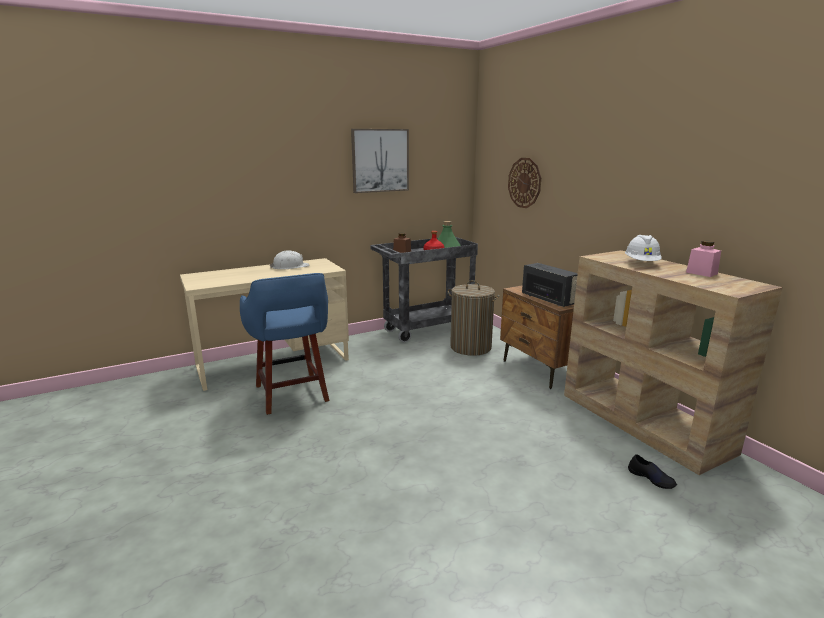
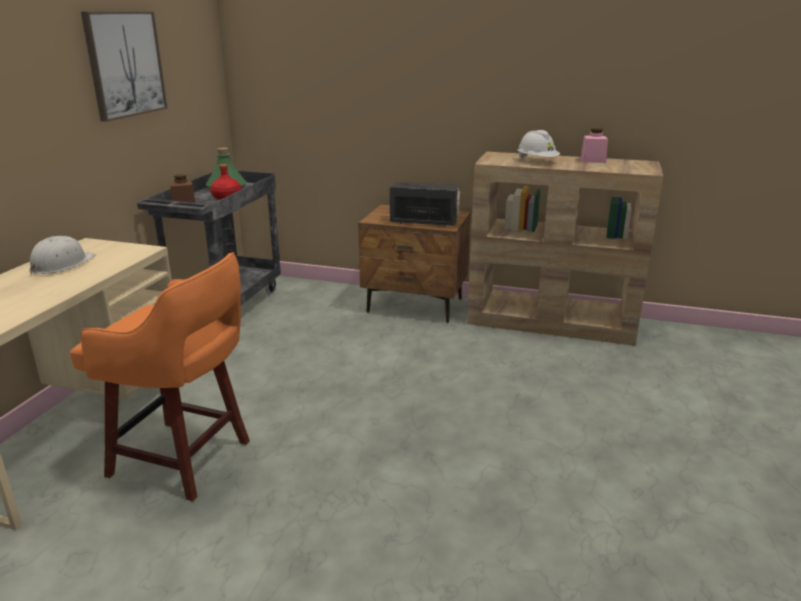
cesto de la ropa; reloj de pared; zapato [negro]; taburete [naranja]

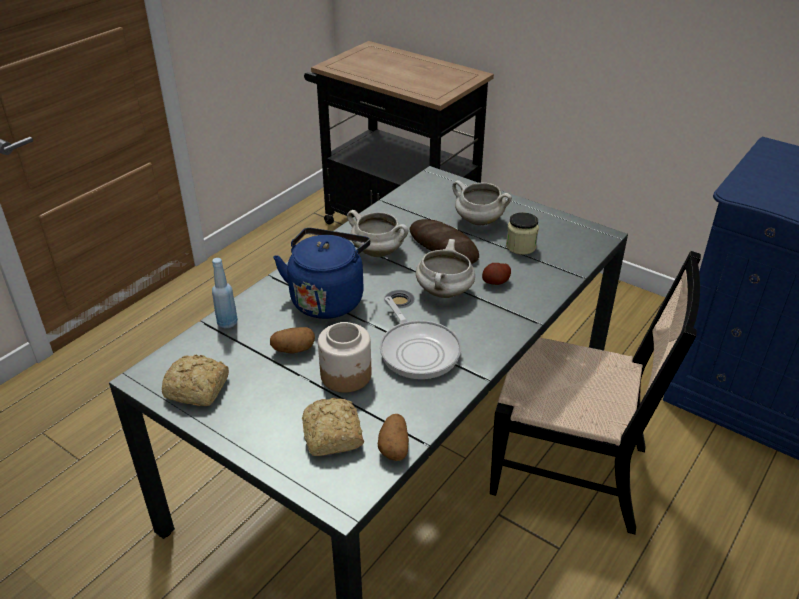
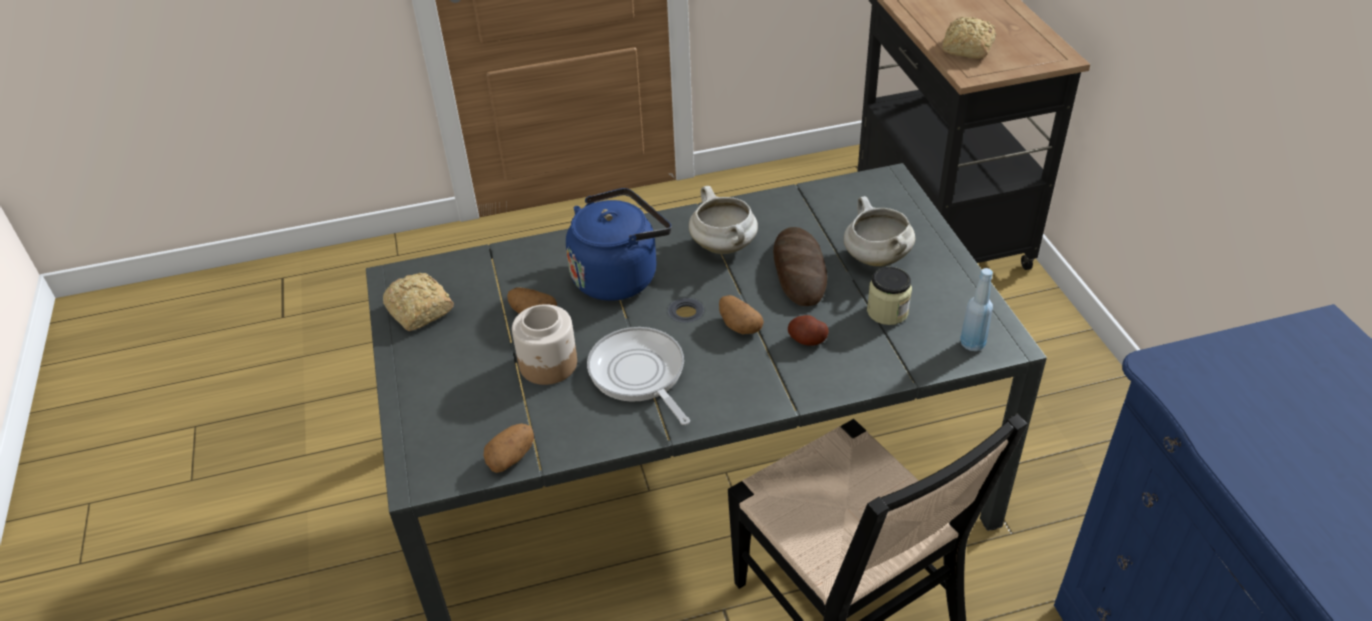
botella [azul]; pan (no. 3 from left); patata (no. 3 from left); sartén

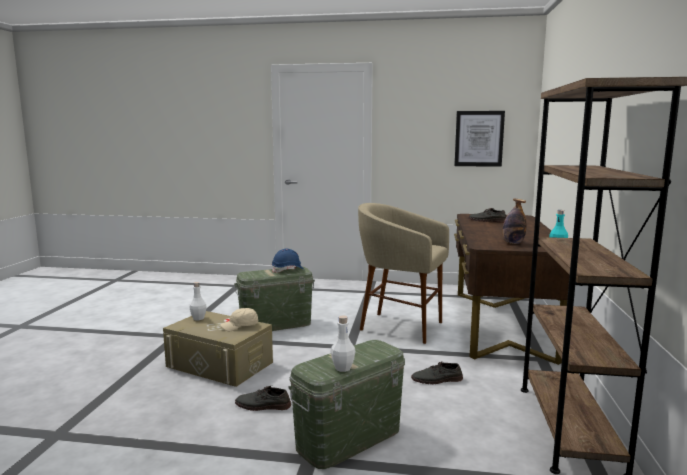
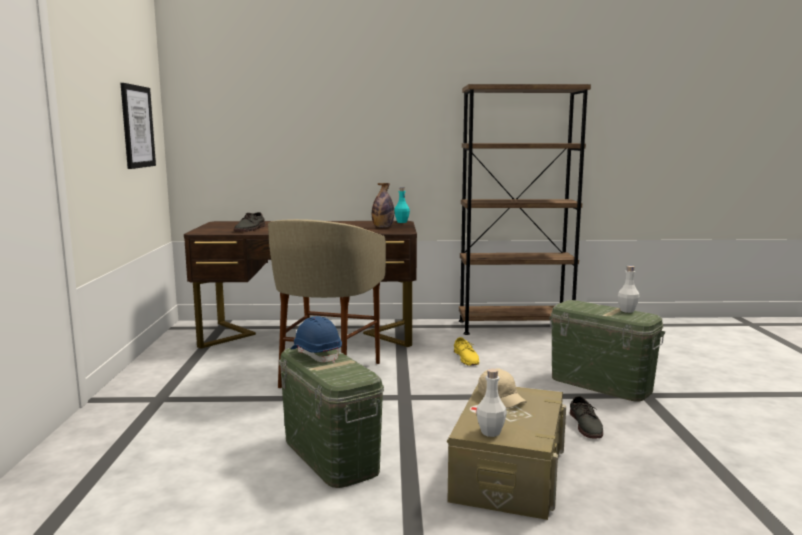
zapato [amarillo]

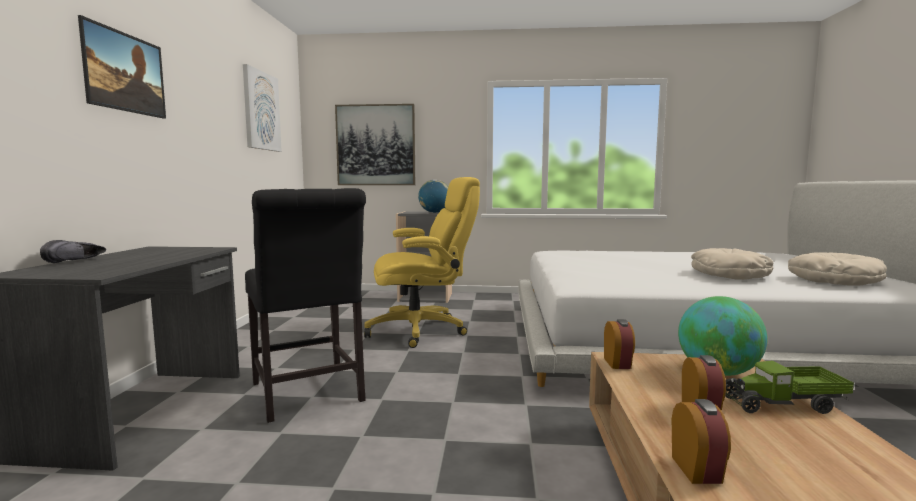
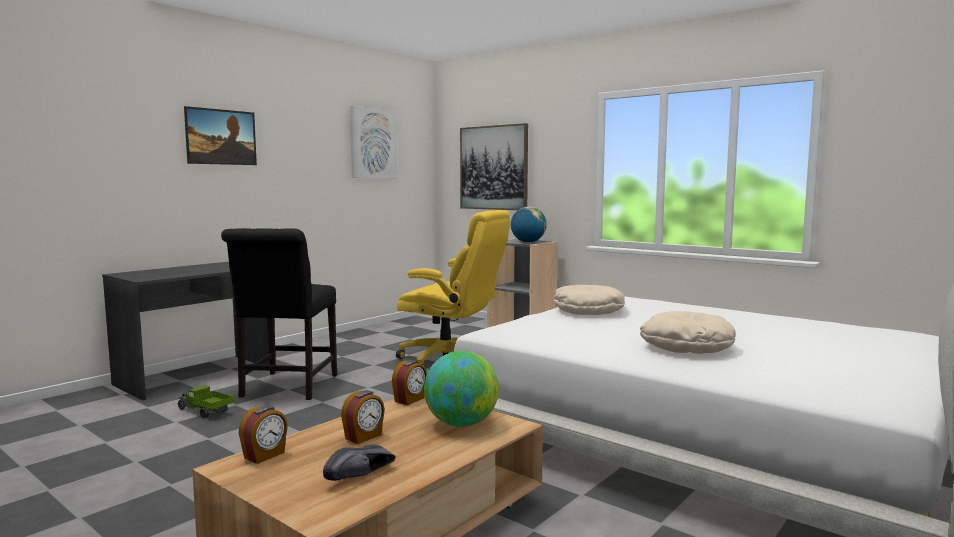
zapato [negro]; camión de juguete; cojín [beis] (no. 1 from left)

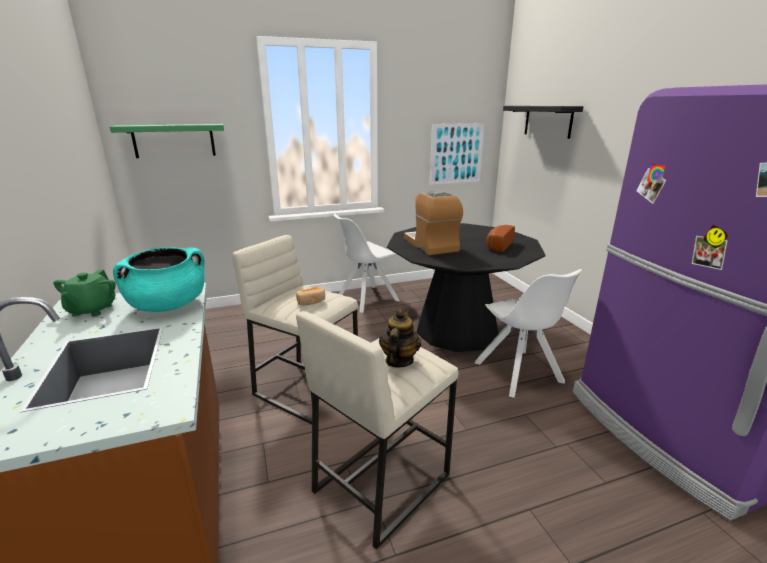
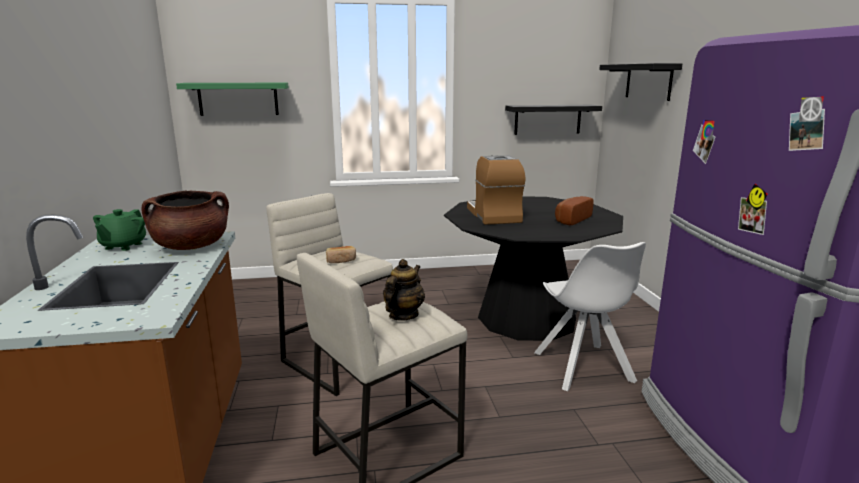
silla [blanco] (no. 1 from left in the first image); estante [negro] (no. 1 from left); olla [marrón]

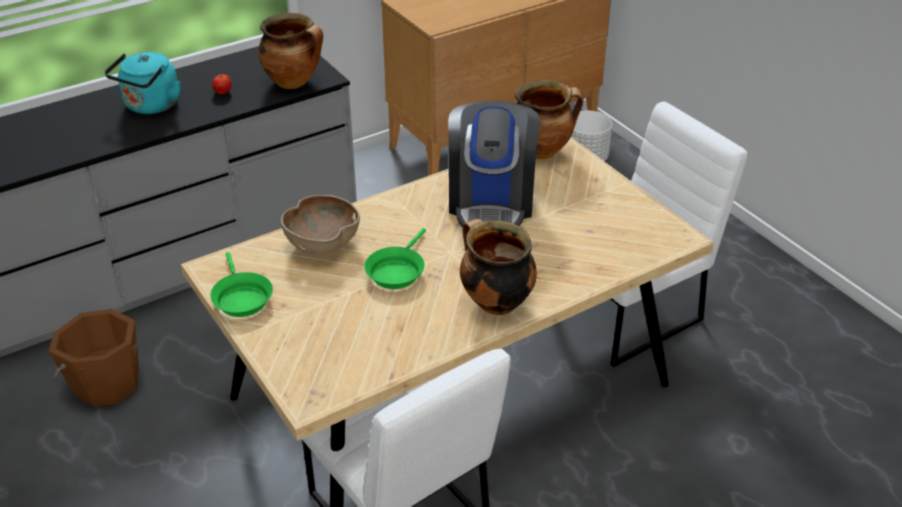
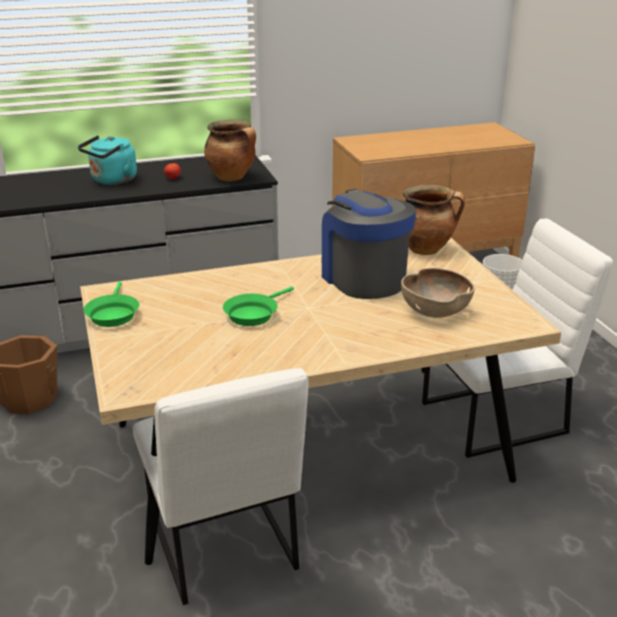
olla (no. 2 from left in the first image); cuenco [marrón]; cafetera

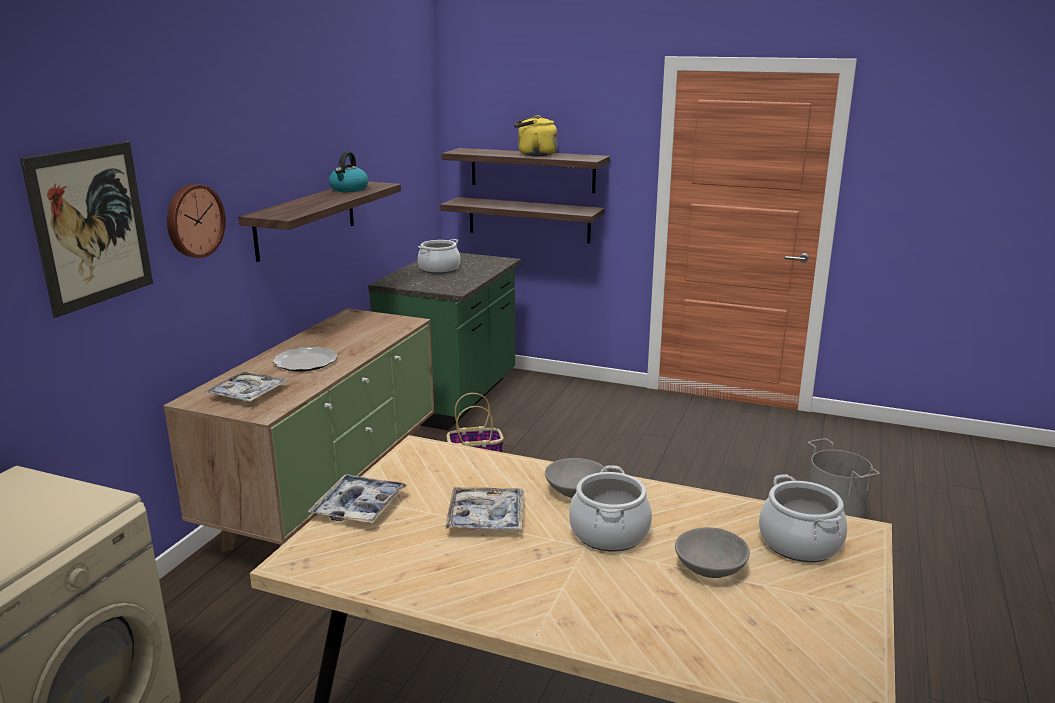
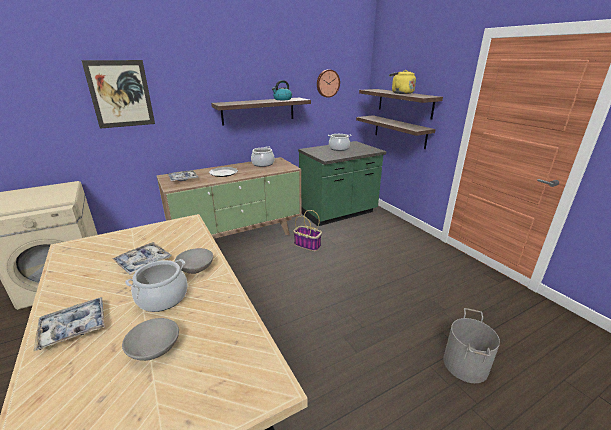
reloj de pared; bandeja (no. 1 from left); olla (no. 2 from left)

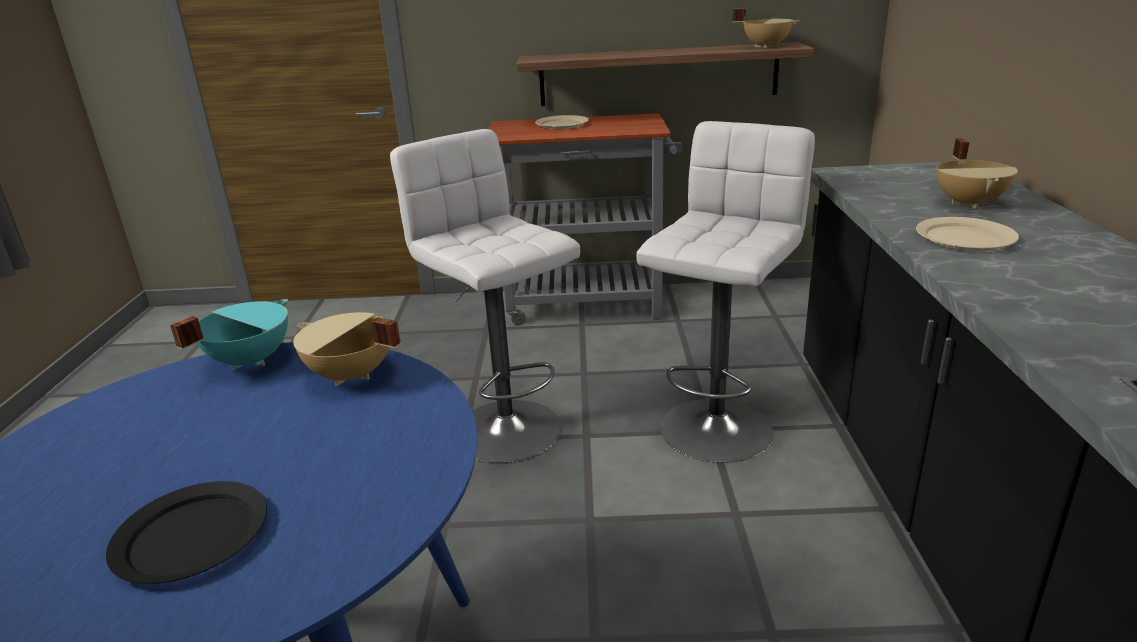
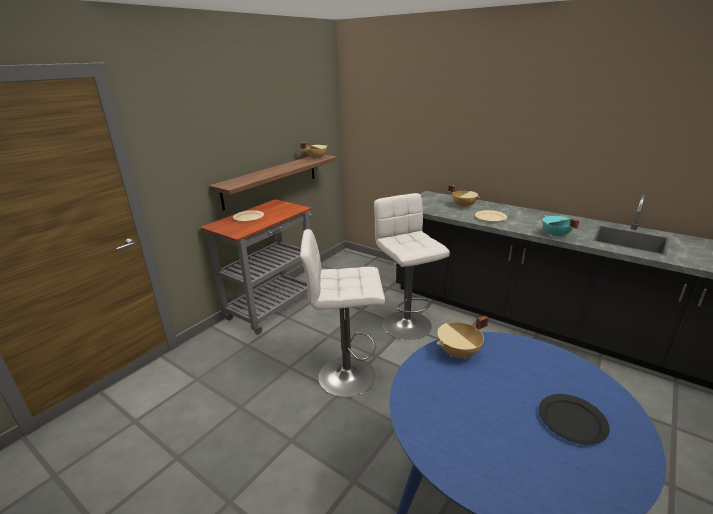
olla [turquesa]

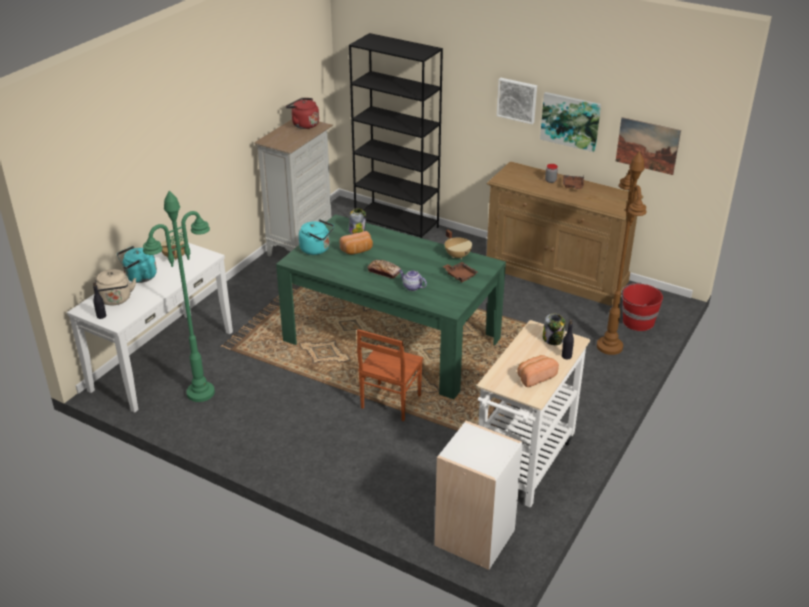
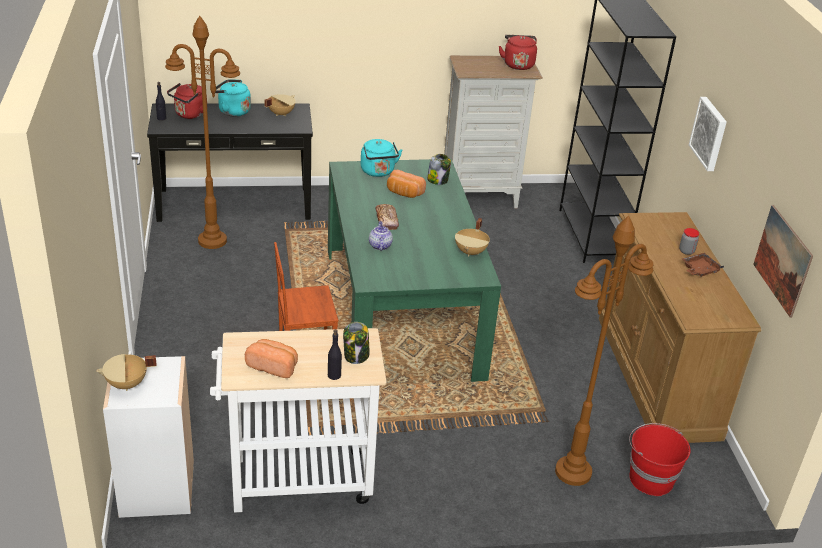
bandeja [marrón] (no. 1 from left in the first image); cuadro (no. 2 from left in the first image); olla [beis] (no. 1 from left); mesa consola [negro]; hervidor [rojo] (no. 1 from left); lámpara de pie [marrón] (no. 1 from left)

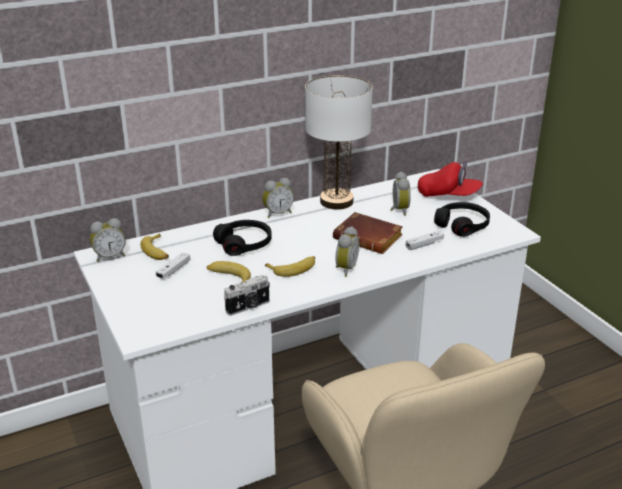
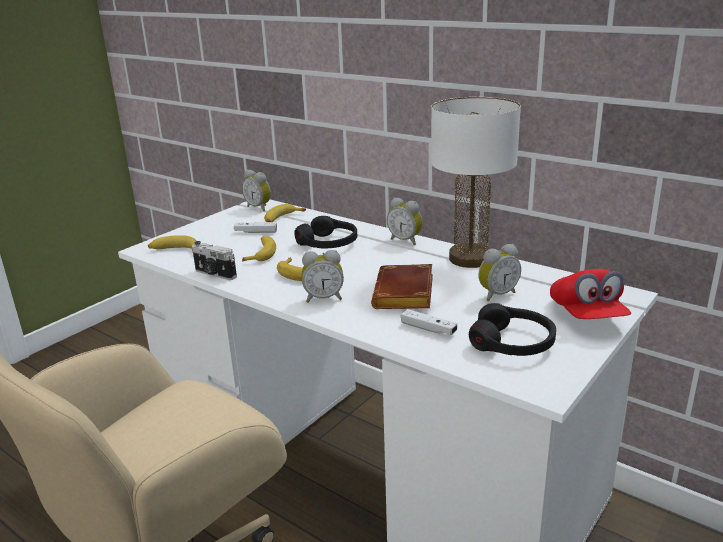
plátano (no. 1 from left)

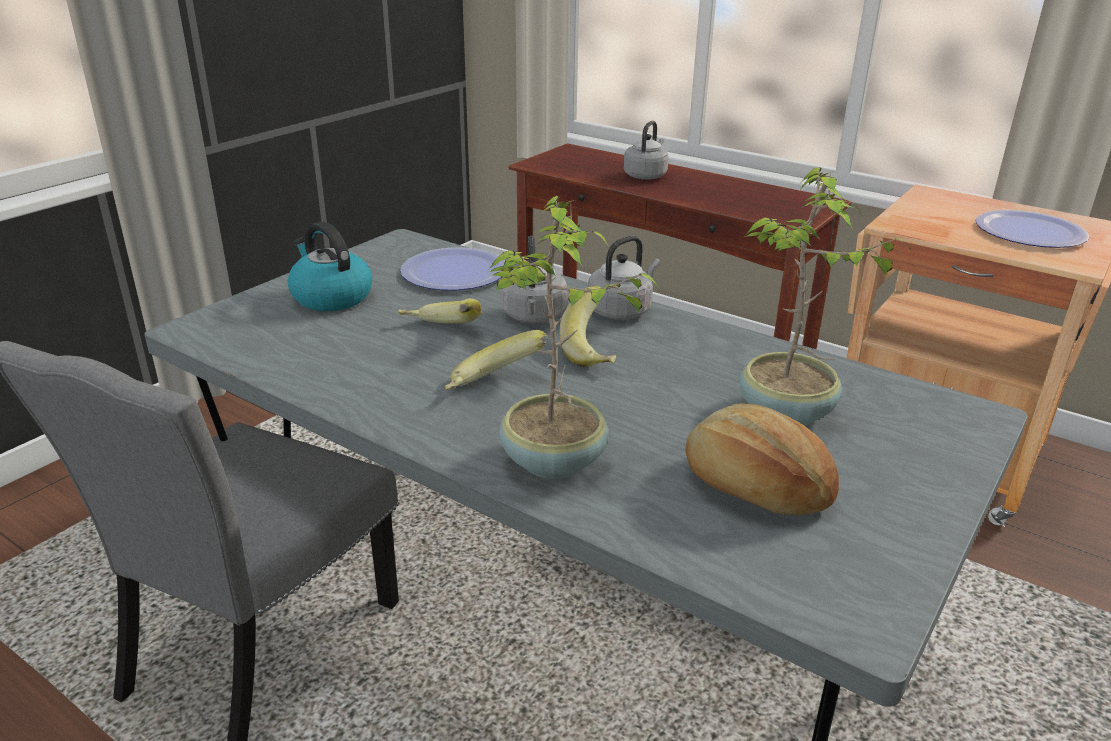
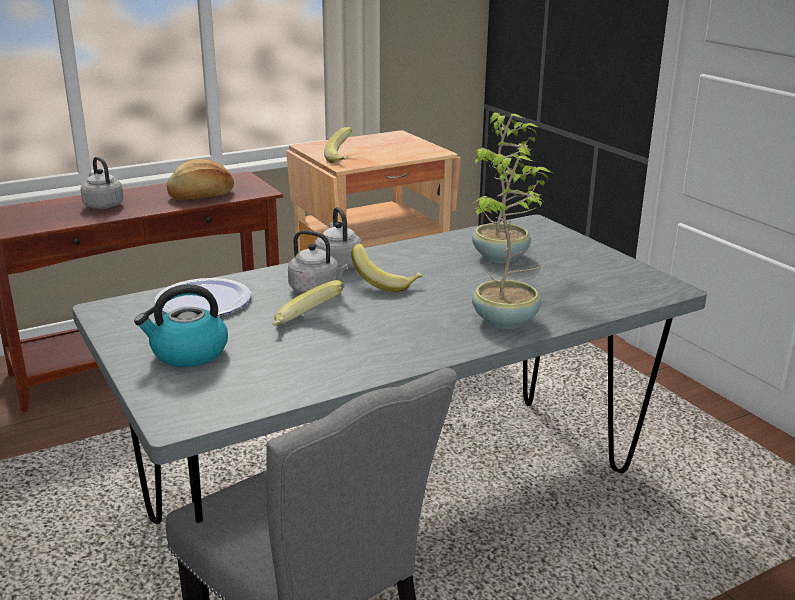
plato (no. 2 from left in the first image); plátano (no. 2 from left); pan

